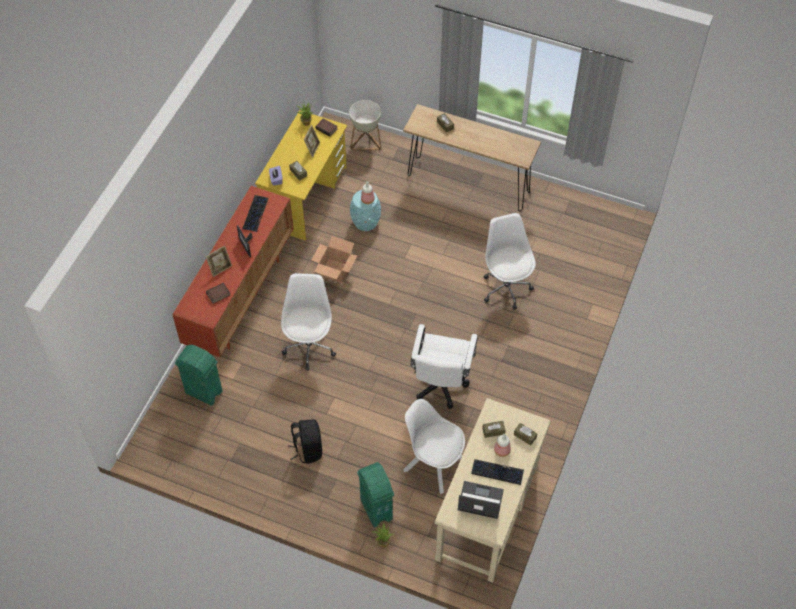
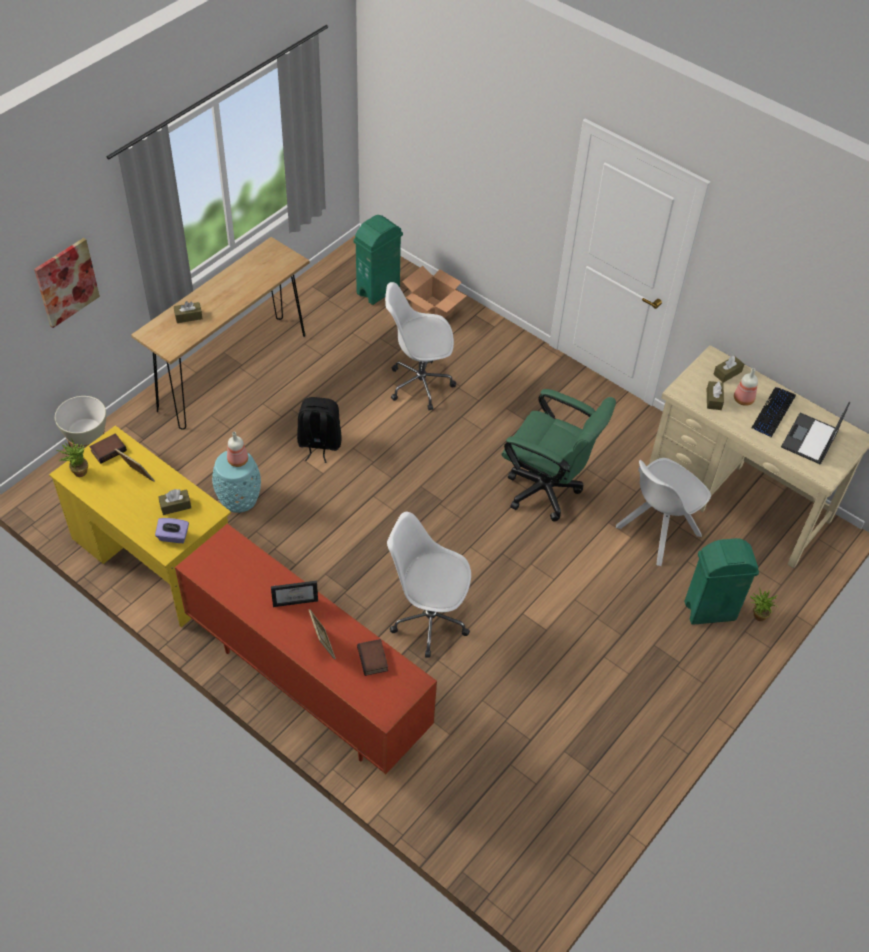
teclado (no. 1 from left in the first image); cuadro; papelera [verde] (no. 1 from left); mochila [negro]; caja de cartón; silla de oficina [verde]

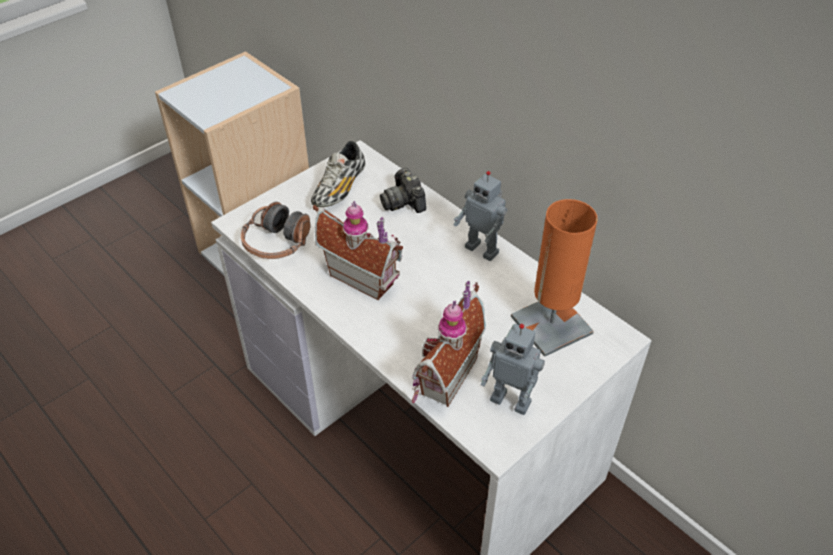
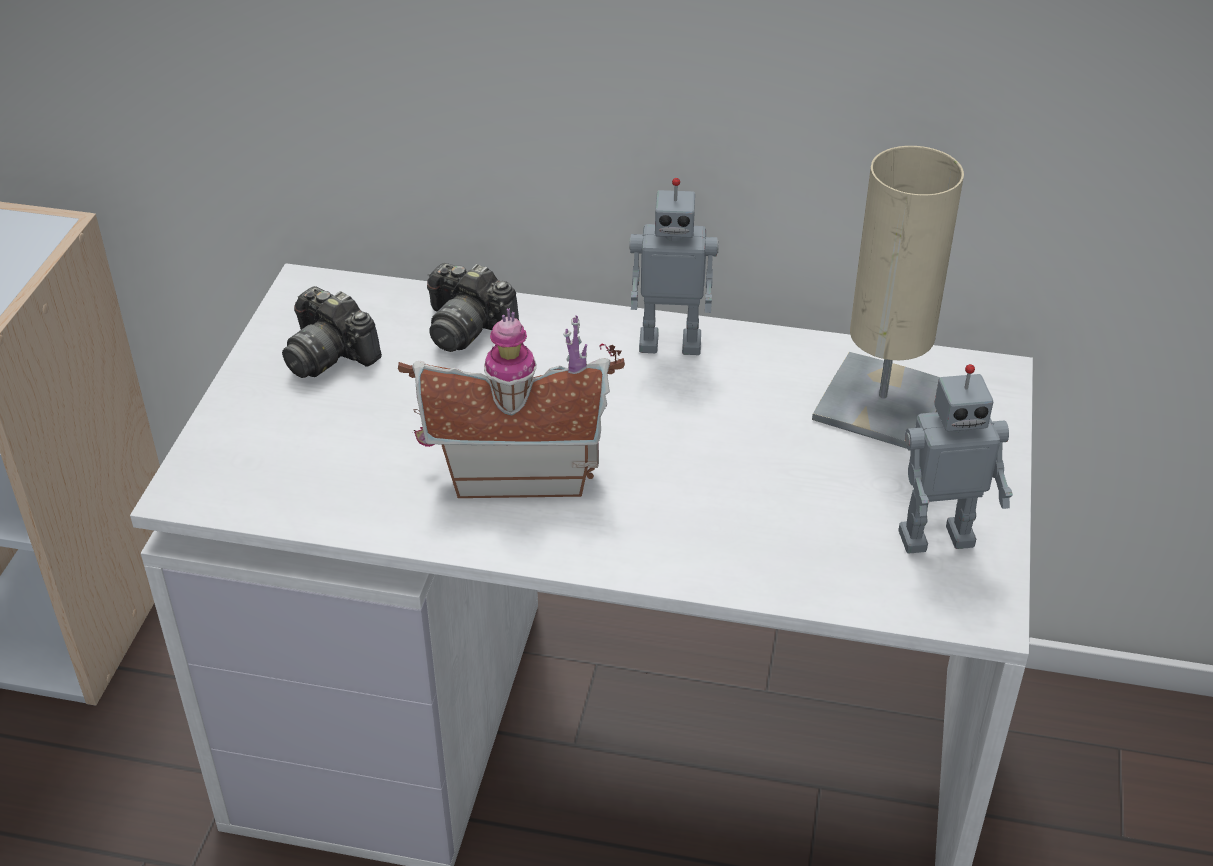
auriculares; casita (no. 2 from left in the first image); cámara (no. 1 from left); lámpara de mesa [beis]

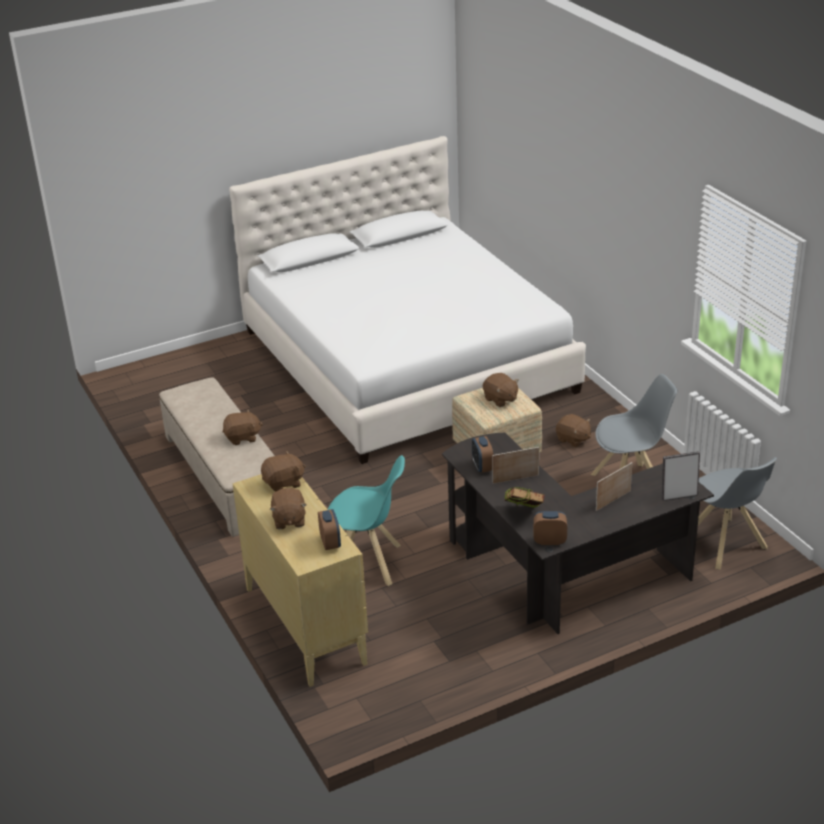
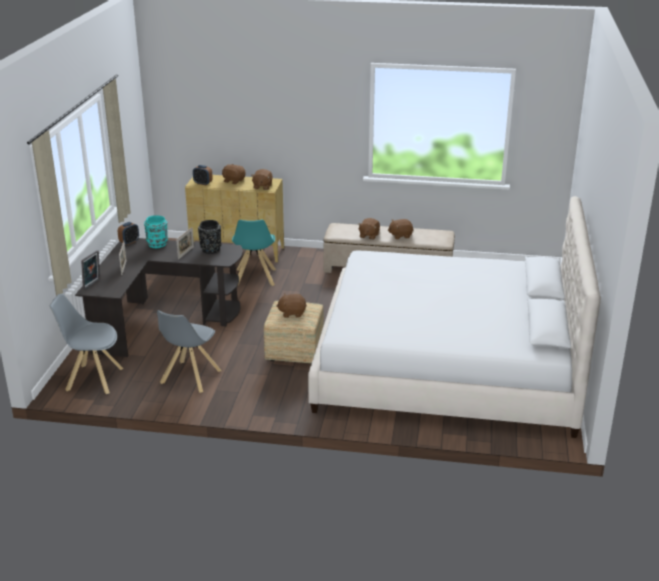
peluche [marrón] (no. 5 from left); florero [negro]; florero [turquesa]; silla [turquesa]

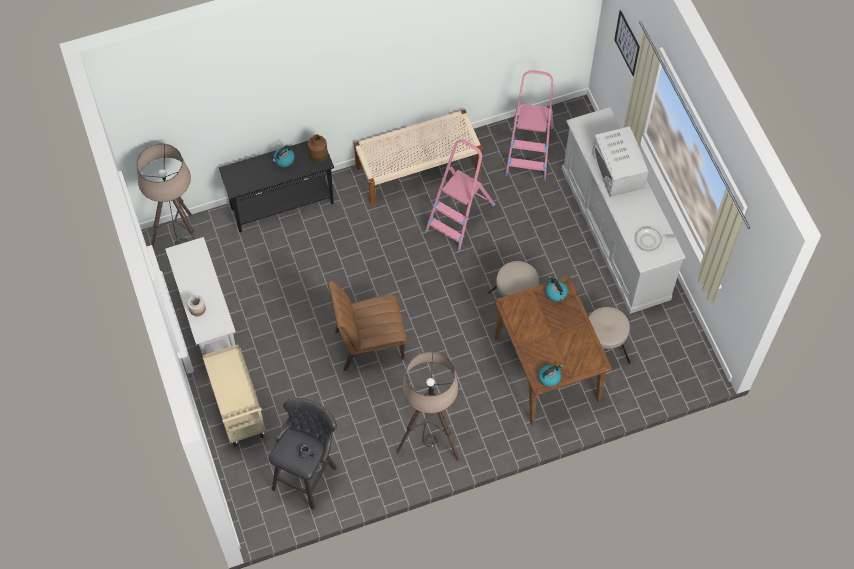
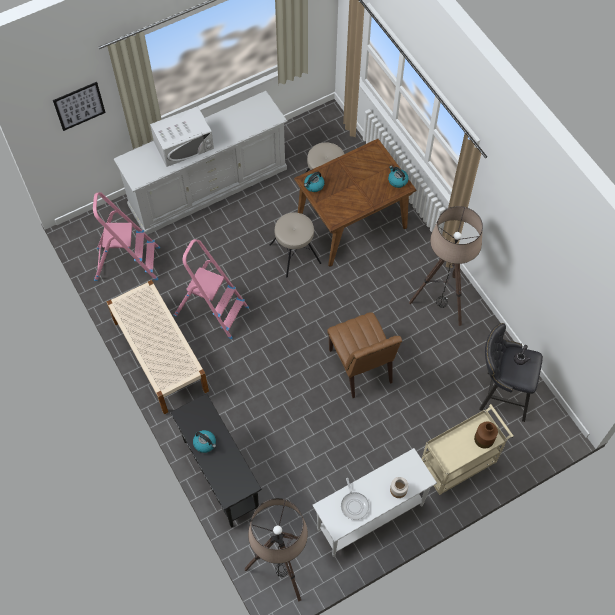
florero [marrón]; sartén

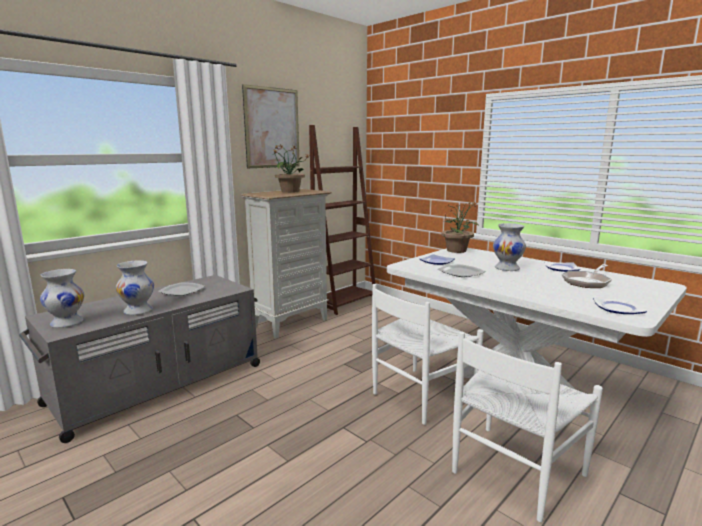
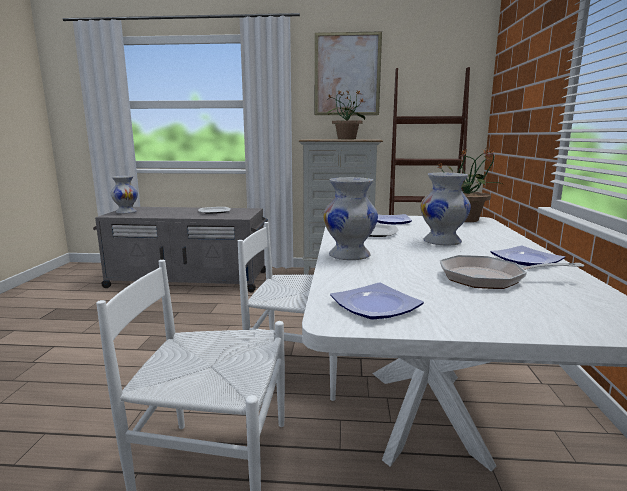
florero [blanco] (no. 2 from left)

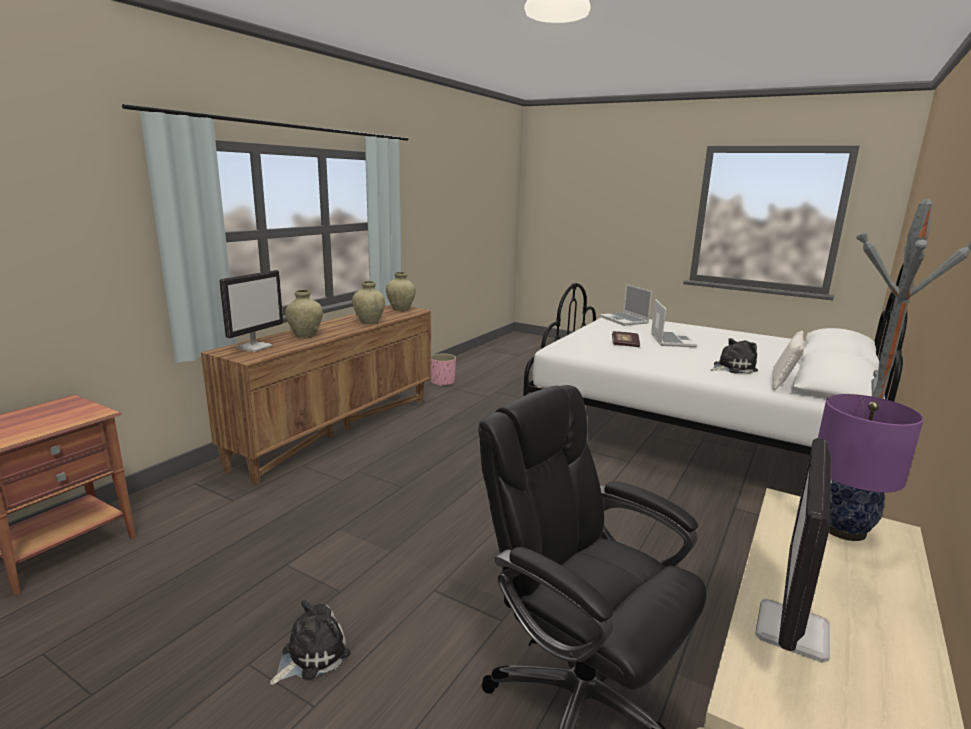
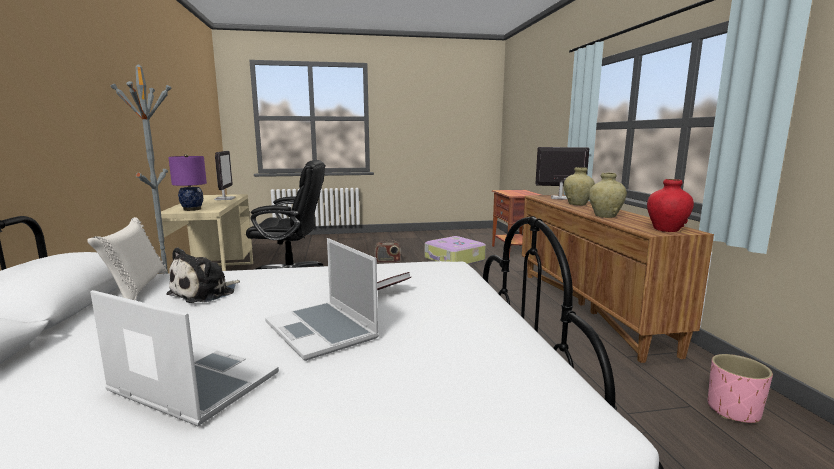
maleta; portátil (no. 1 from left); radio; florero [rojo]; monitor (no. 2 from left)

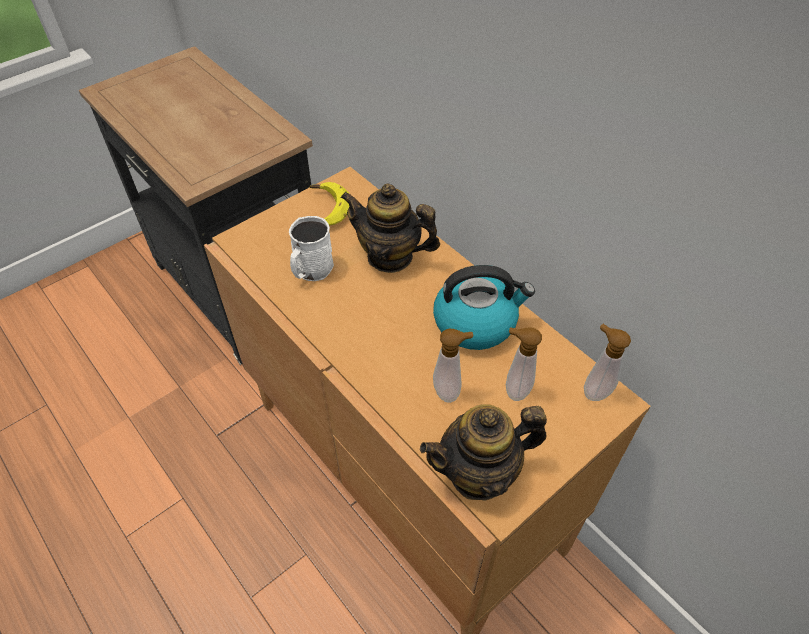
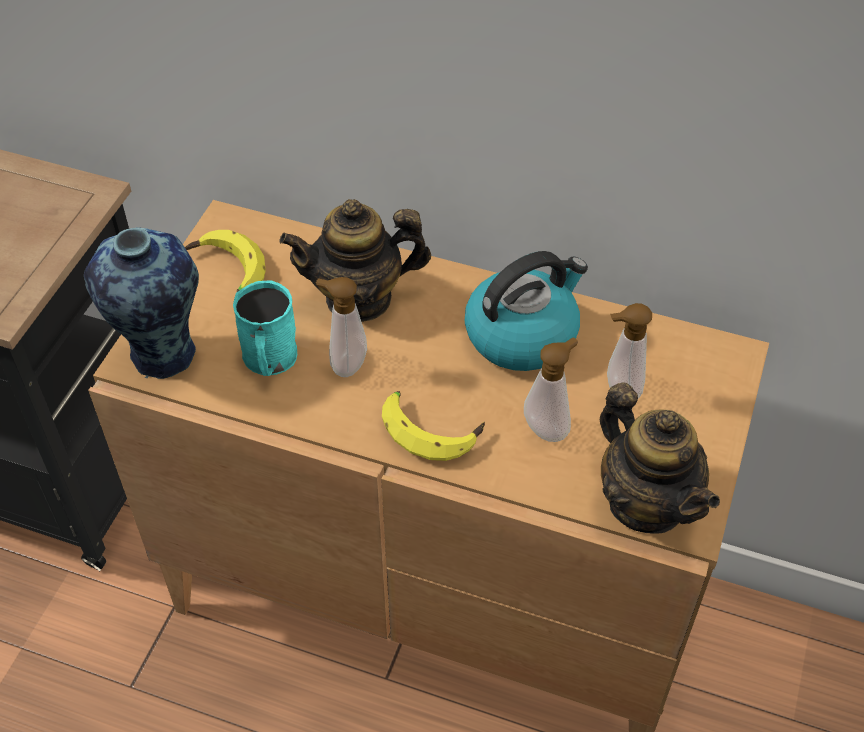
florero; plátano (no. 2 from left); dispensador de jabón (no. 1 from left); taza grande [turquesa]; tetera (no. 2 from left)

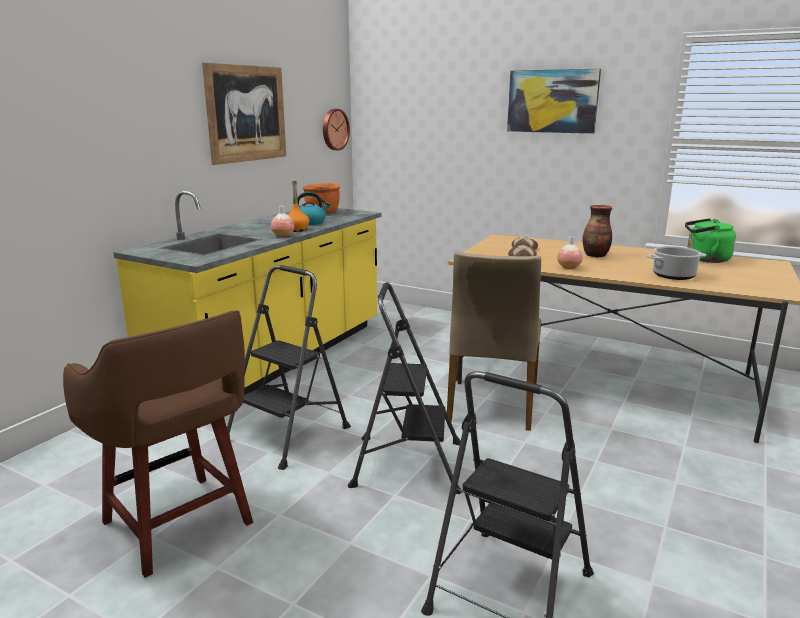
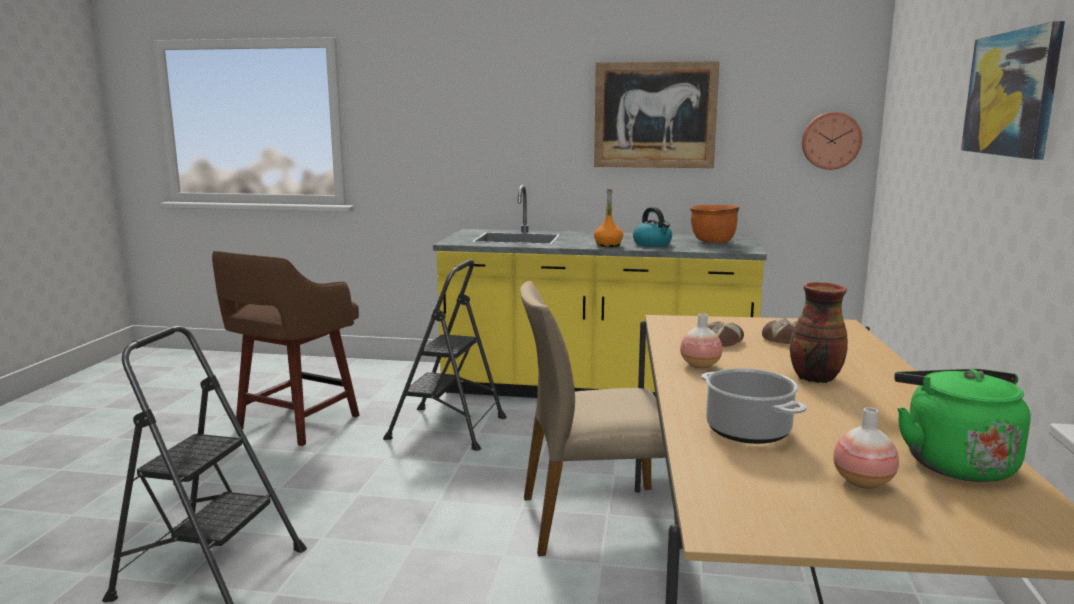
escalera de tijera [negro] (no. 2 from left in the first image); florero (no. 3 from left)

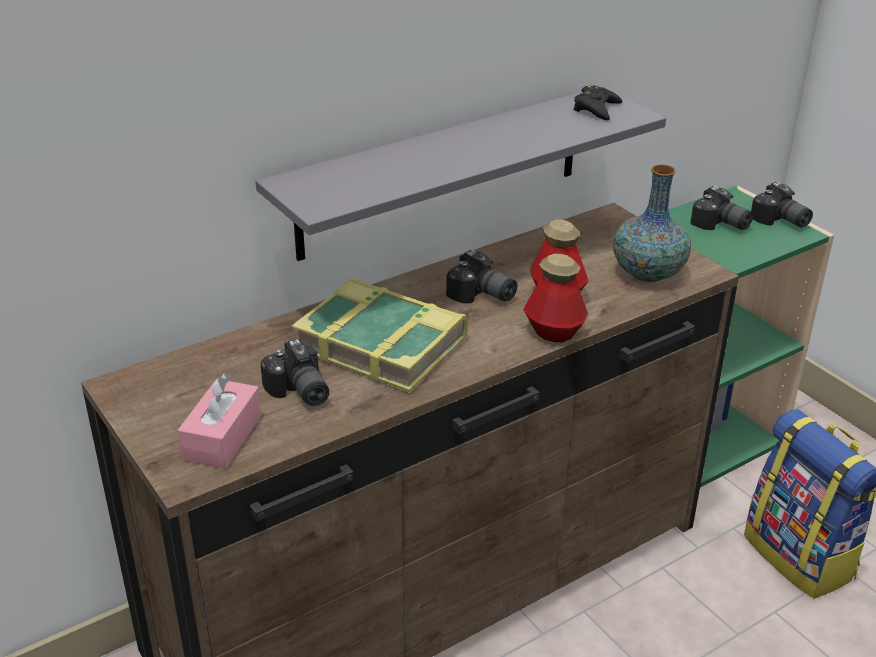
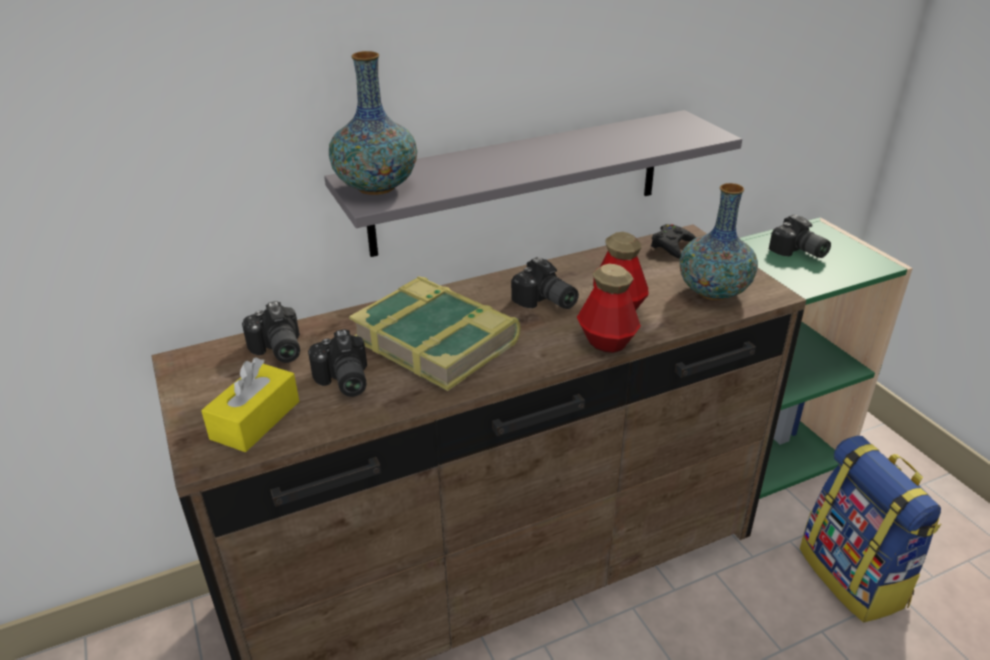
florero (no. 1 from left); mando de consola [negro]; cámara (no. 1 from left); caja de pañuelos [amarillo]

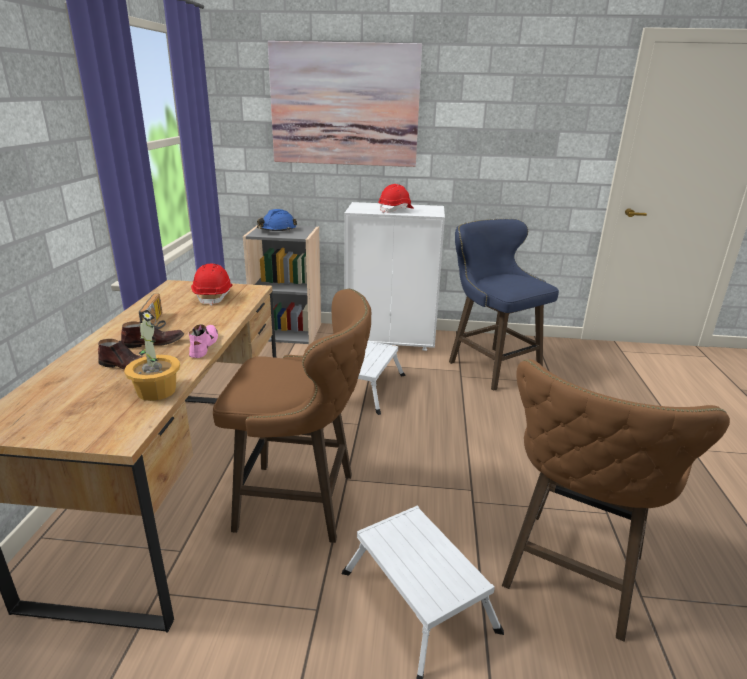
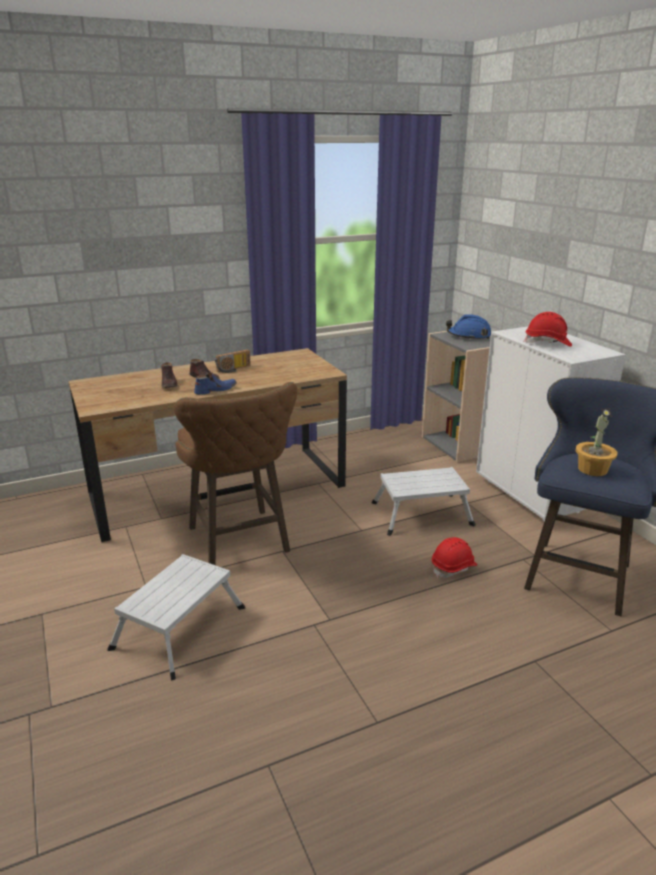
cuadro; taburete [marrón] (no. 2 from left in the first image); planta en maceta; casco [rojo] (no. 1 from left); zapato [azul]

